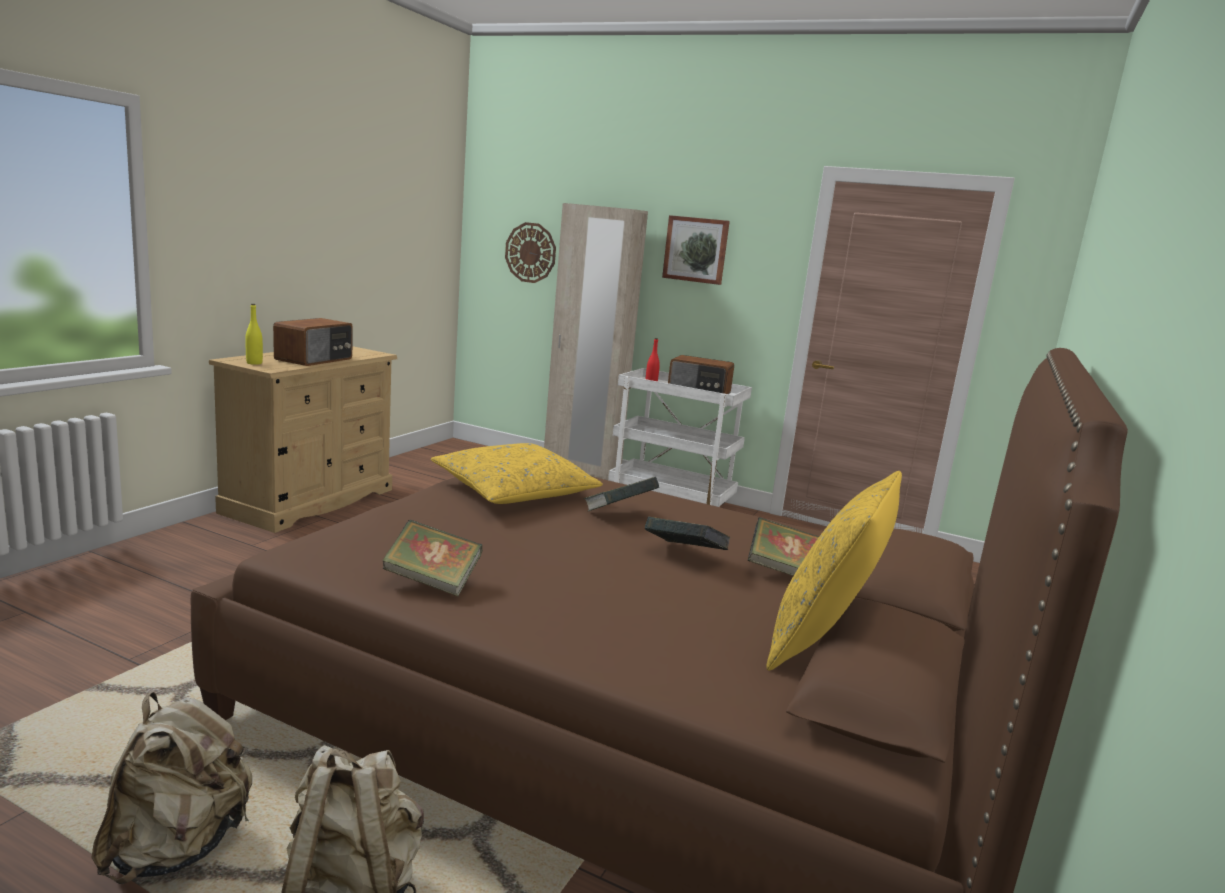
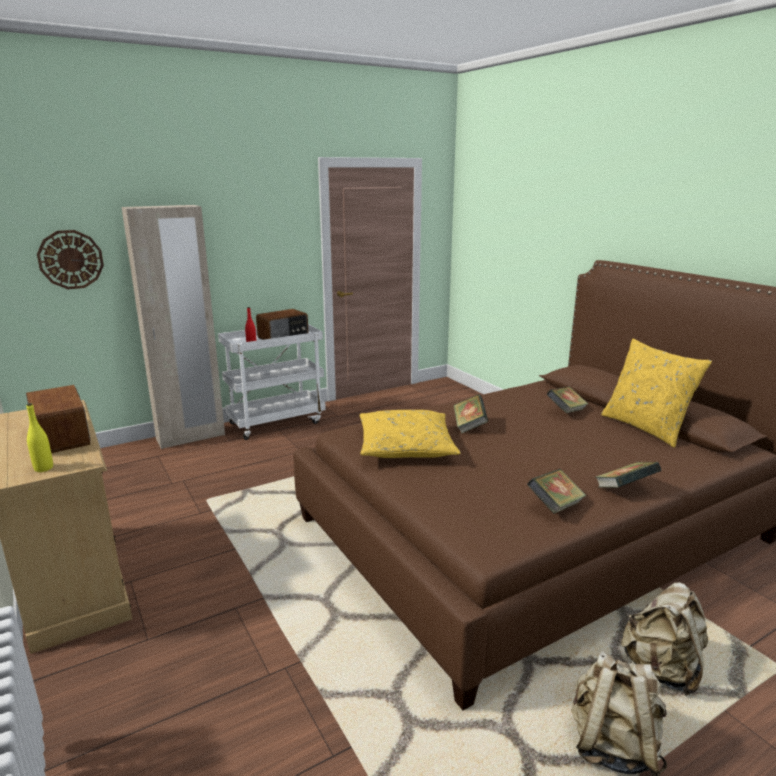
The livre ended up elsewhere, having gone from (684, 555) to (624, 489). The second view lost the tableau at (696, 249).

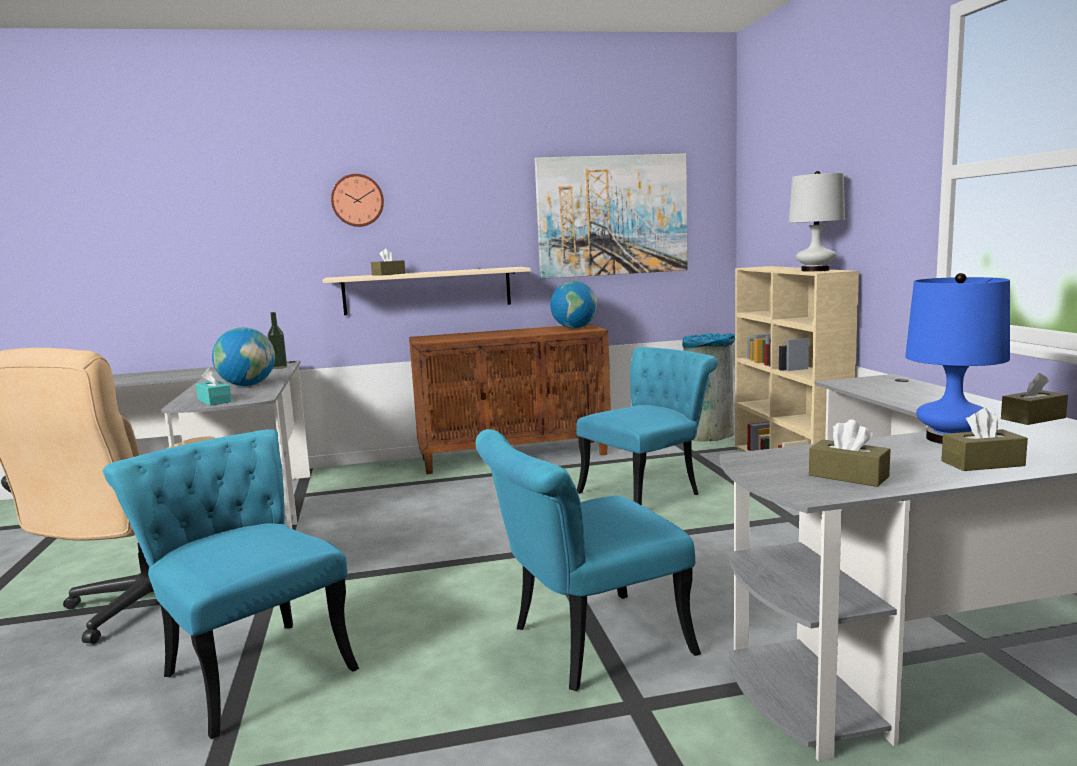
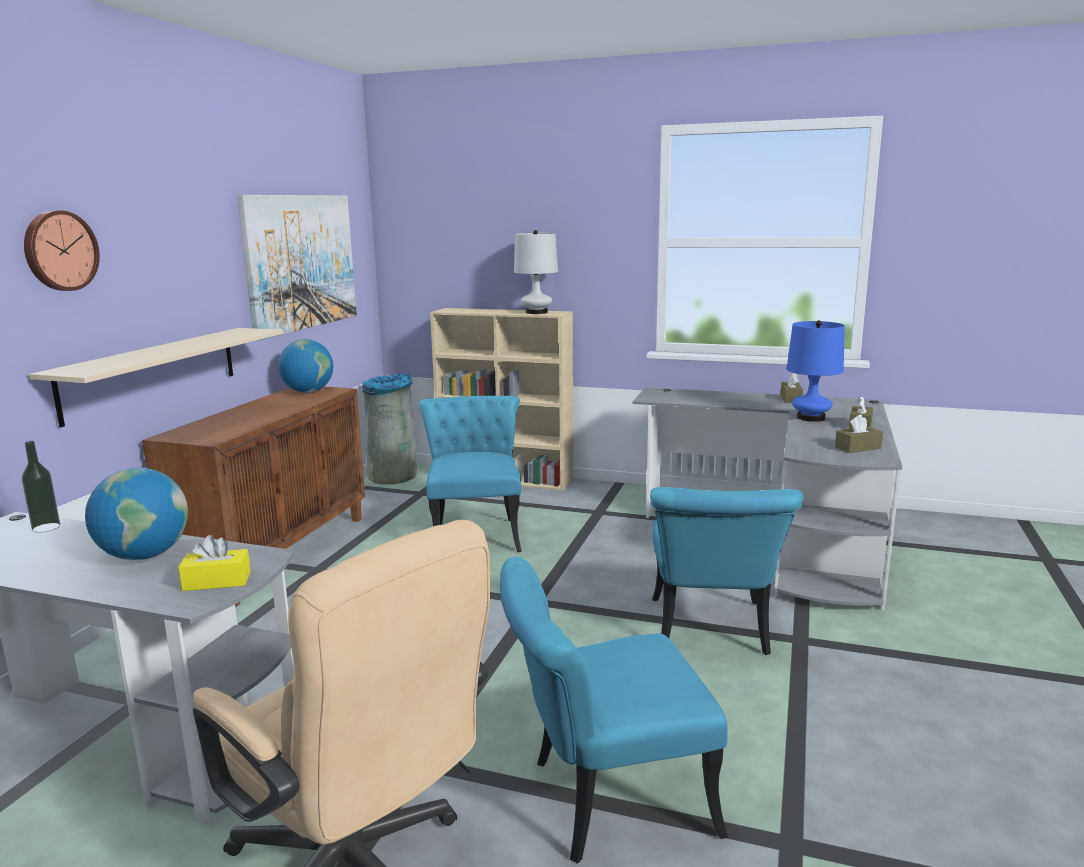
What was the boîte à mouchoirs (turquoise) at (214, 401) turned into the boîte à mouchoirs (jaune) at (217, 581). The second view lost the boîte à mouchoirs (marron) at (388, 274).

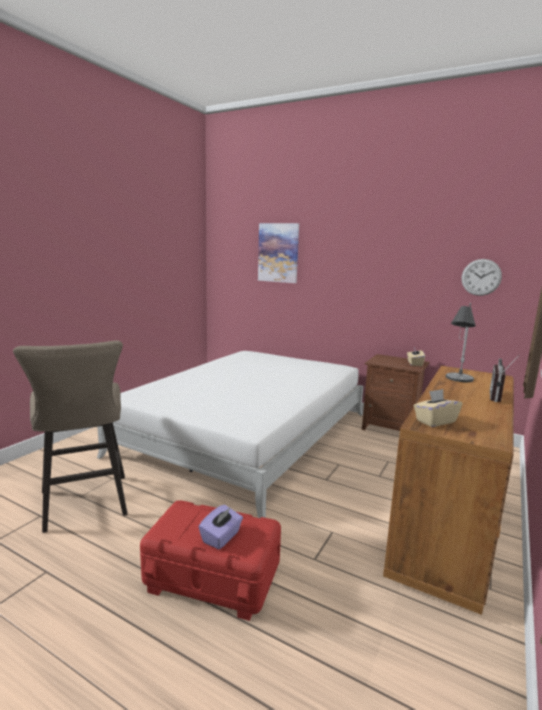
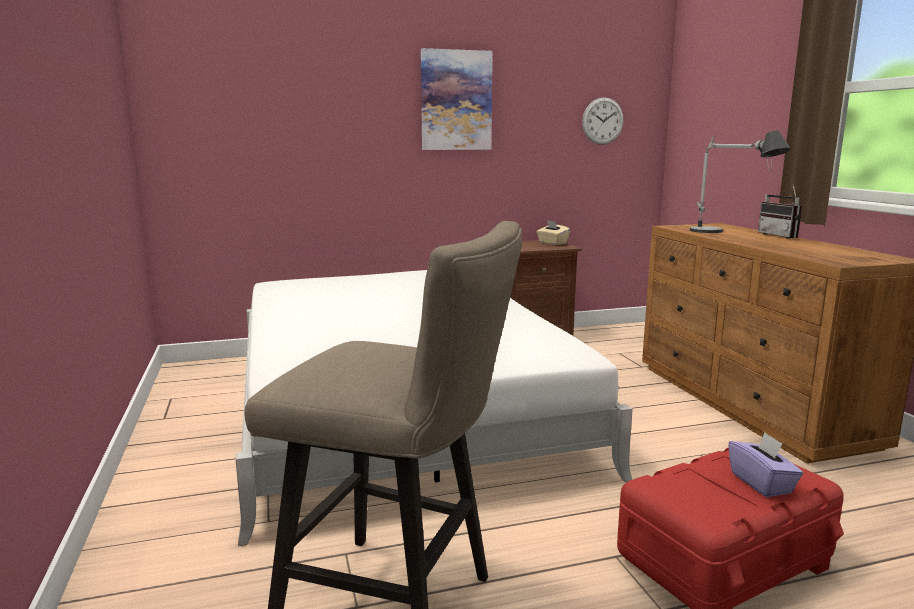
The tableau ended up elsewhere, having gone from (278, 253) to (456, 100). The second view lost the boîte à mouchoirs (beige) at (435, 421).

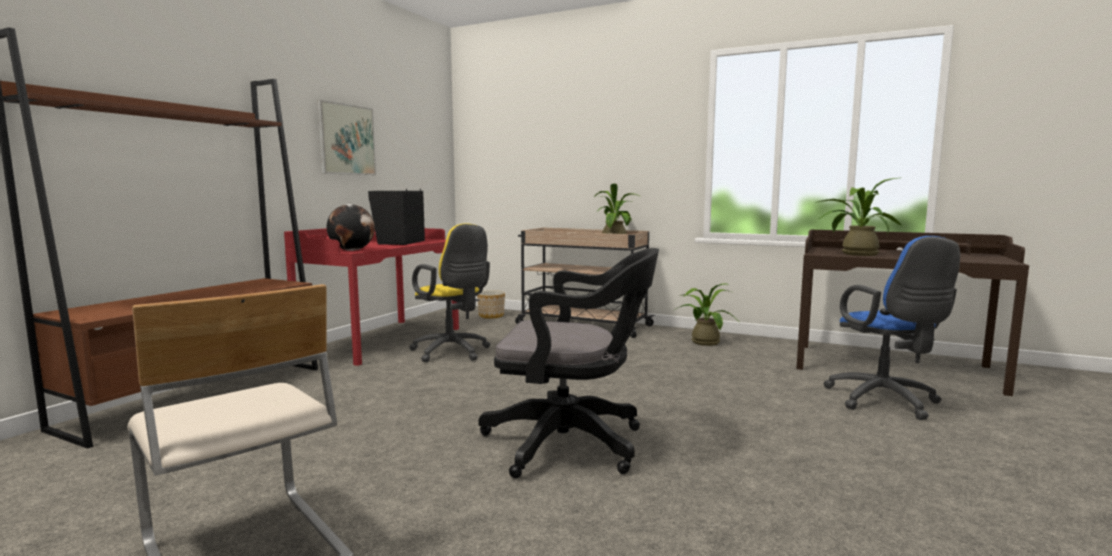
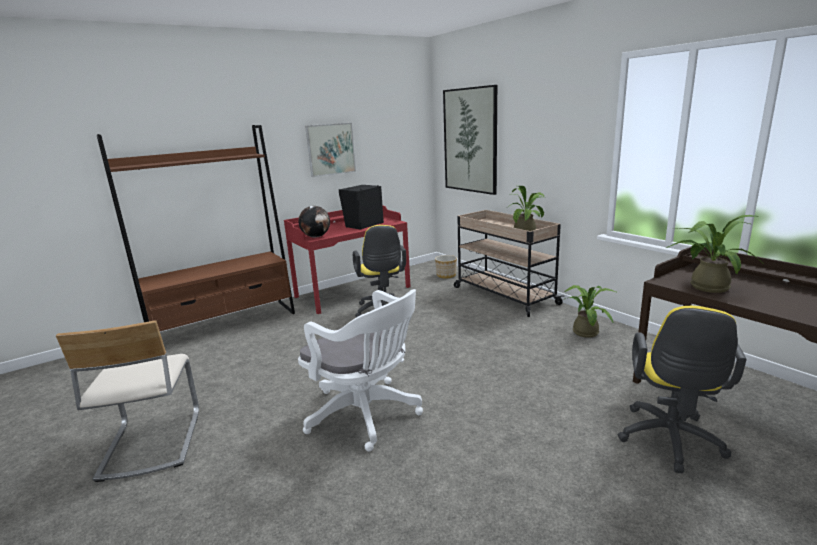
What was the chaise de bureau (noir) at (572, 444) turned into the chaise de bureau (blanc) at (367, 415). What was the chaise de bureau (bleu) at (886, 402) turned into the chaise de bureau (jaune) at (670, 442). The second view gained the tableau at (470, 140).

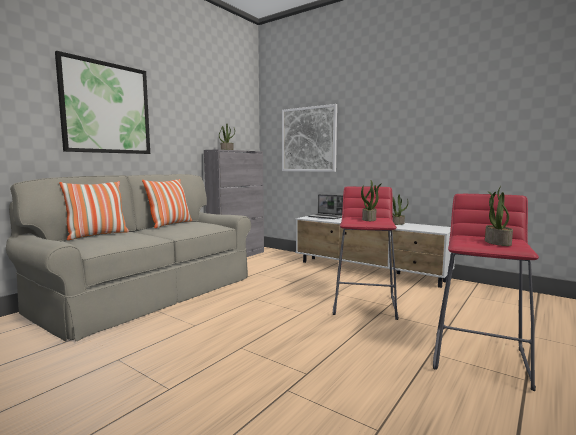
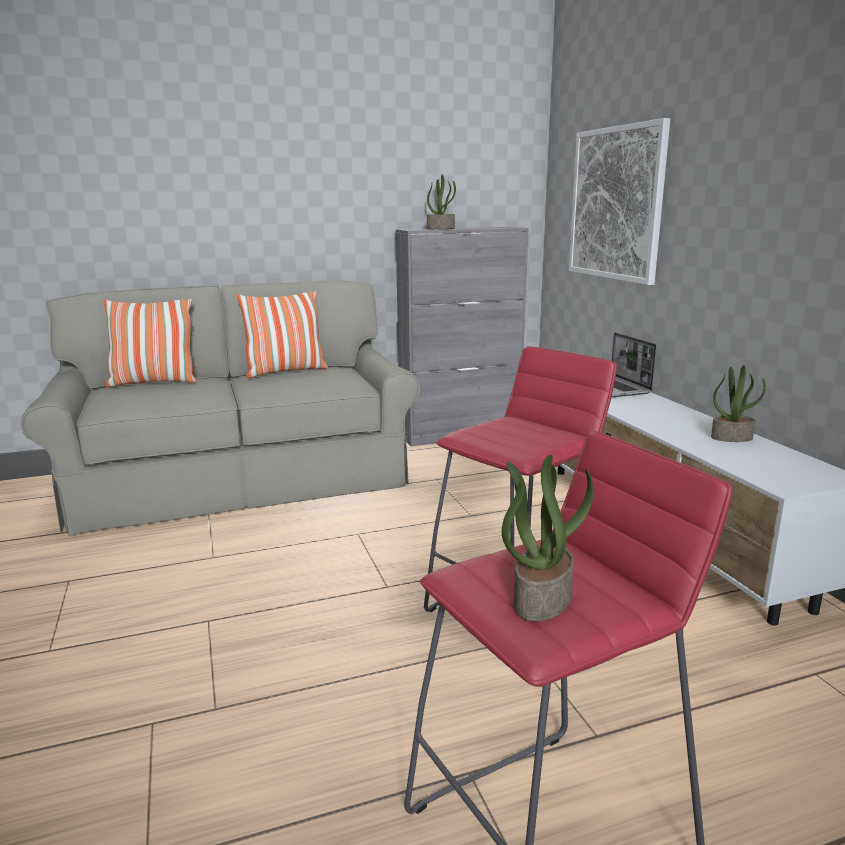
The second view lost the tableau at (106, 108). The second view lost the plante en pot at (369, 219).

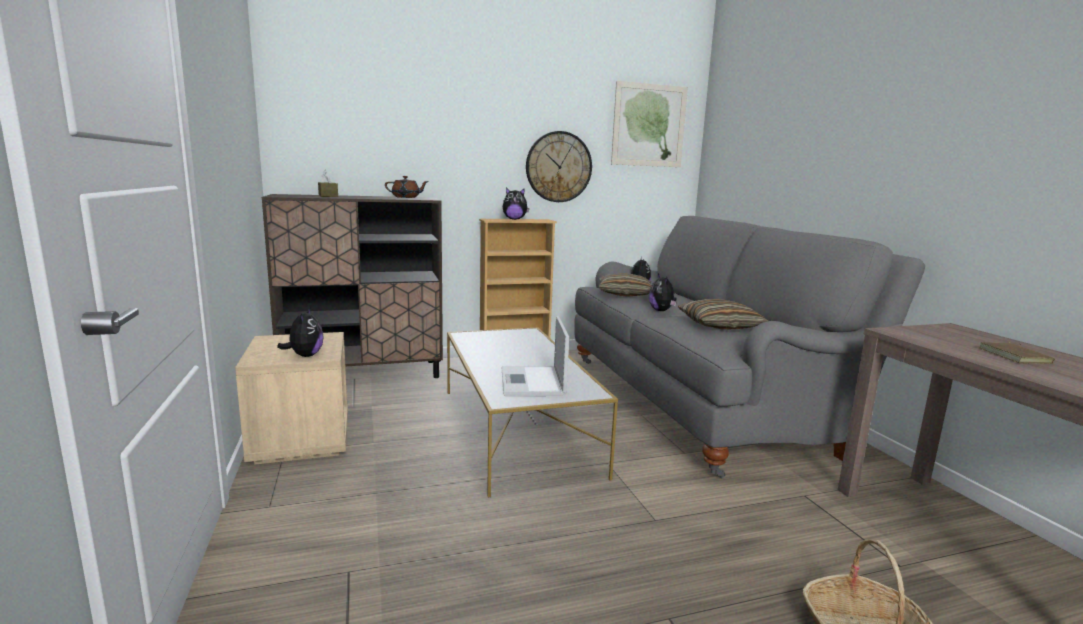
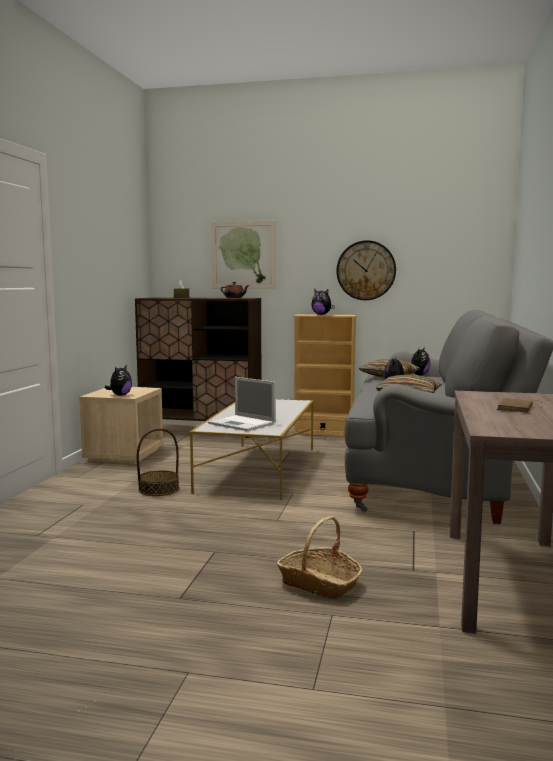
The ordinateur portable at (532, 382) ended up facing another way, 75 degrees counterclockwise from before. The tableau ended up elsewhere, having gone from (649, 125) to (243, 255). The second view gained the panier at (158, 489).

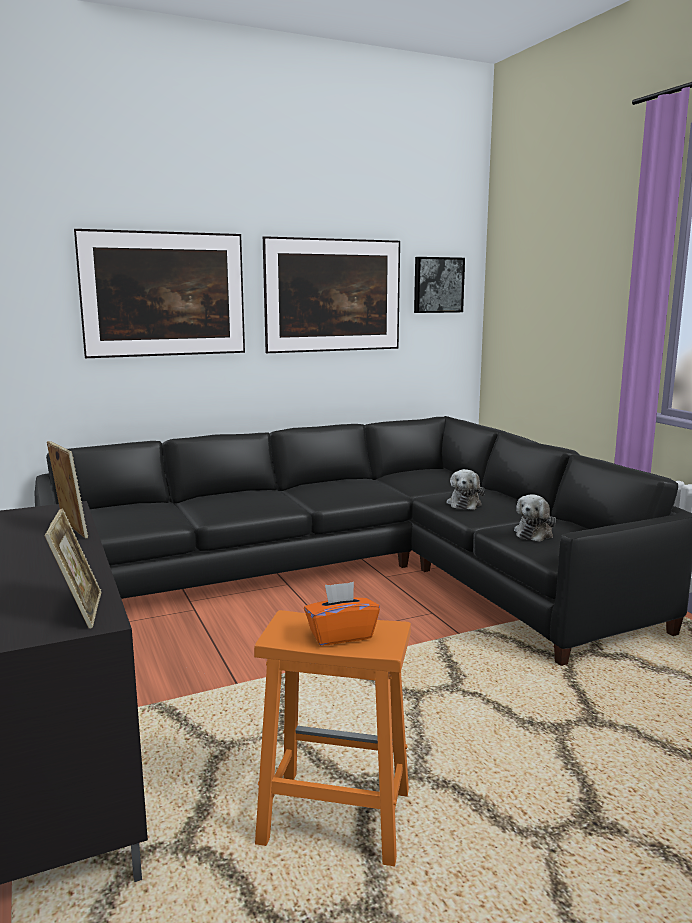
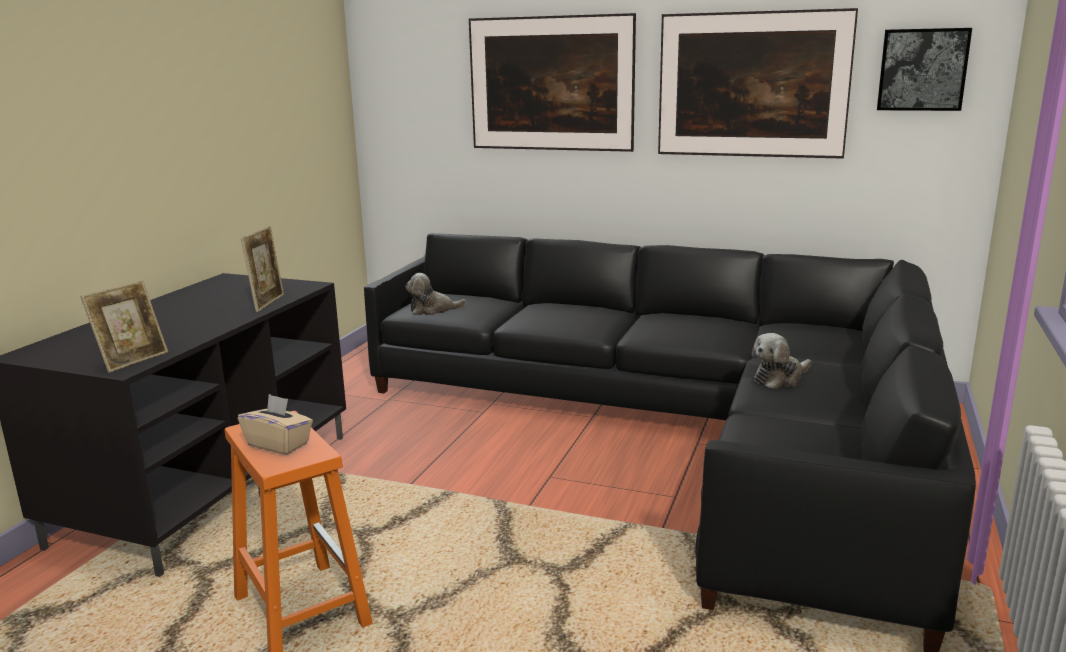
What was the boîte à mouchoirs (orange) at (341, 635) turned into the boîte à mouchoirs (beige) at (279, 444). The peluche ended up elsewhere, having gone from (535, 533) to (432, 310).

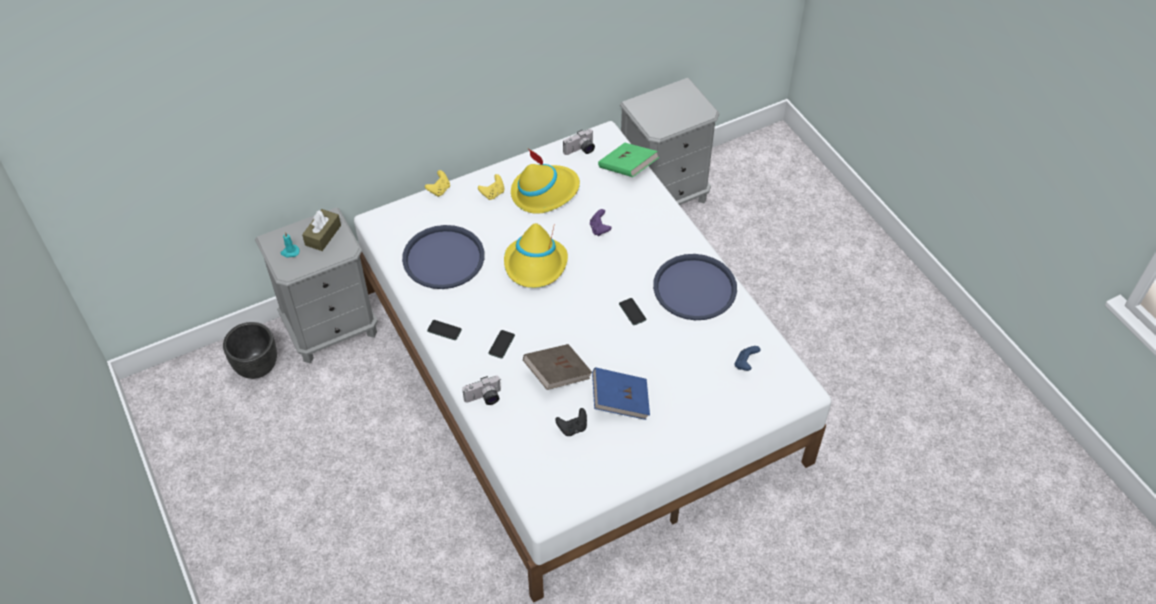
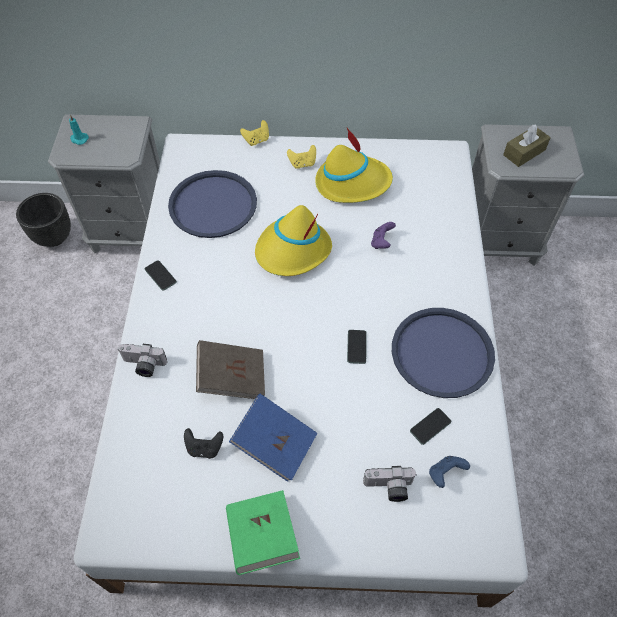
The boîte à mouchoirs (marron) ended up elsewhere, having gone from (323, 235) to (524, 152). The téléphone ended up elsewhere, having gone from (501, 344) to (430, 426). The appareil photo ended up elsewhere, having gone from (580, 150) to (388, 488). The livre (vert) ended up elsewhere, having gone from (627, 169) to (262, 536).

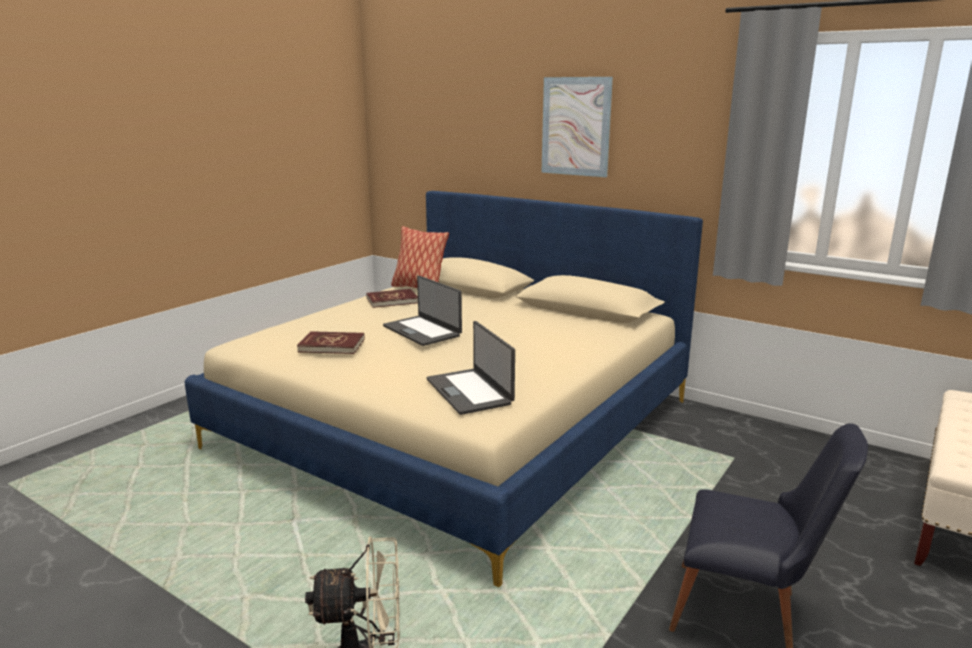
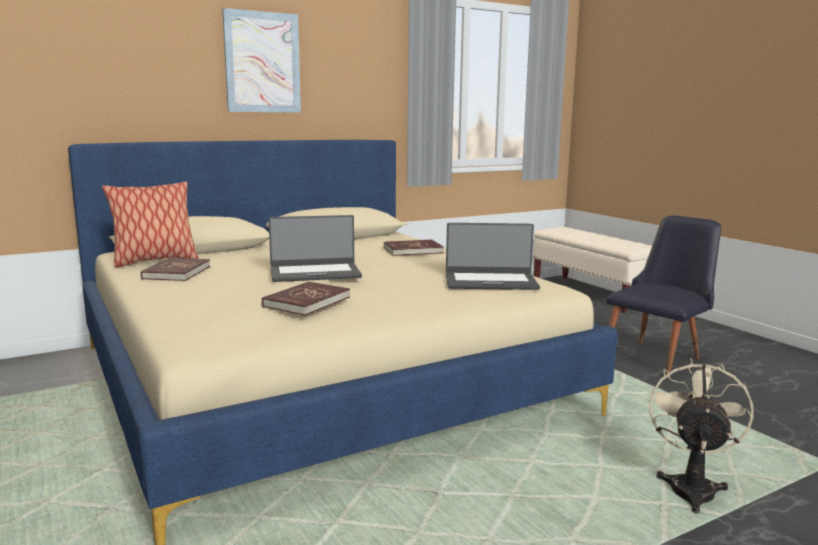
The second view gained the livre (rouge) at (413, 250).

